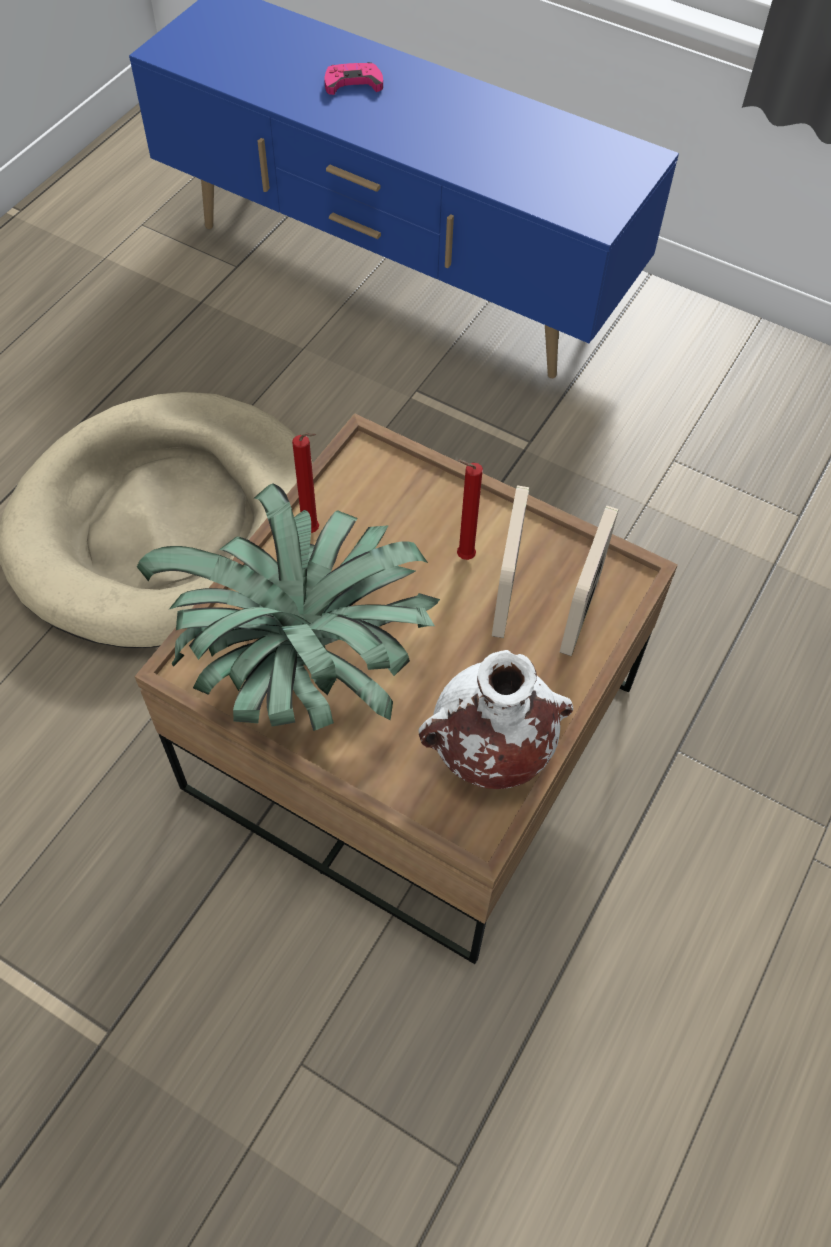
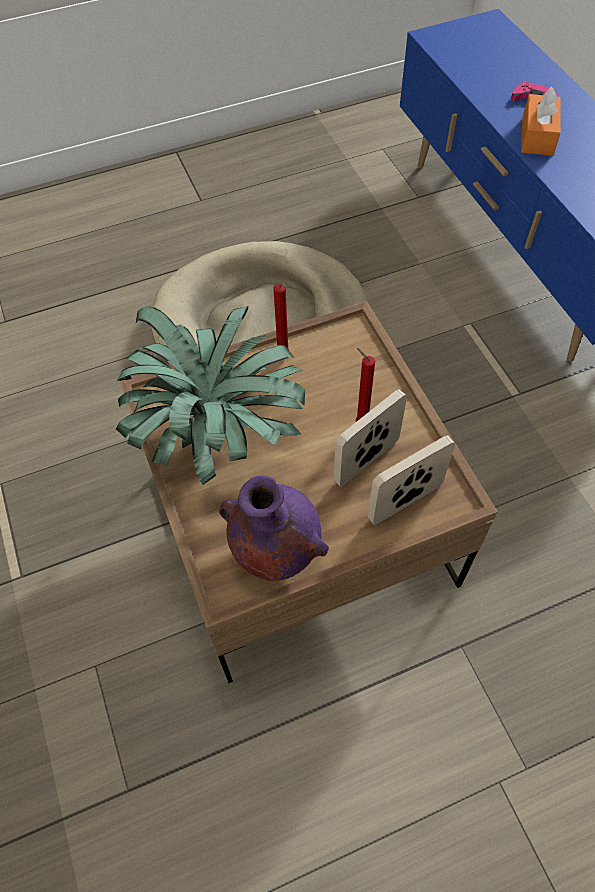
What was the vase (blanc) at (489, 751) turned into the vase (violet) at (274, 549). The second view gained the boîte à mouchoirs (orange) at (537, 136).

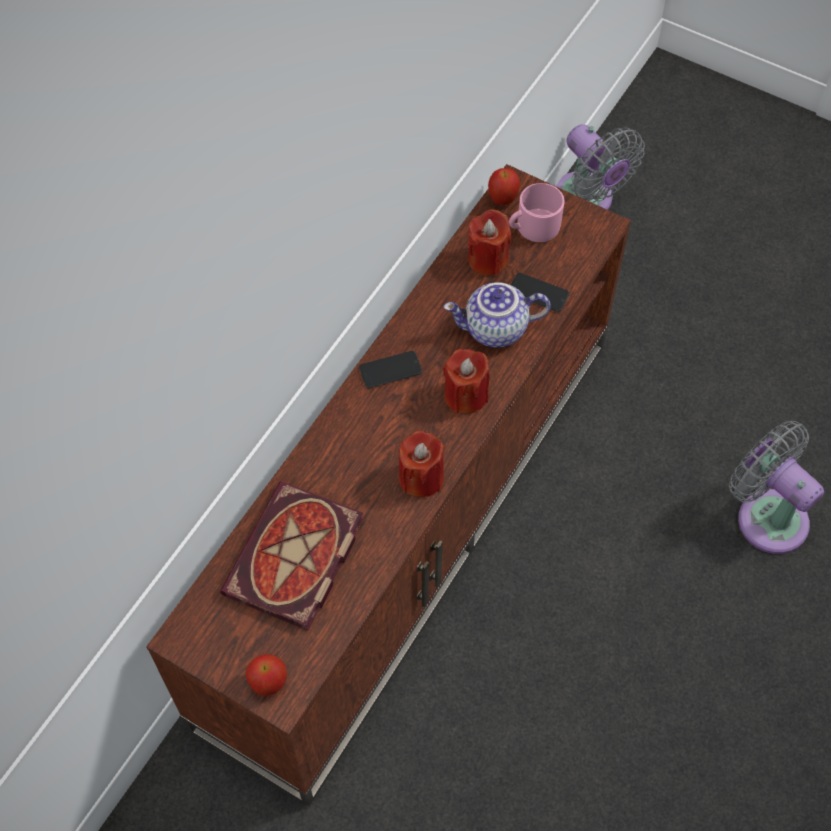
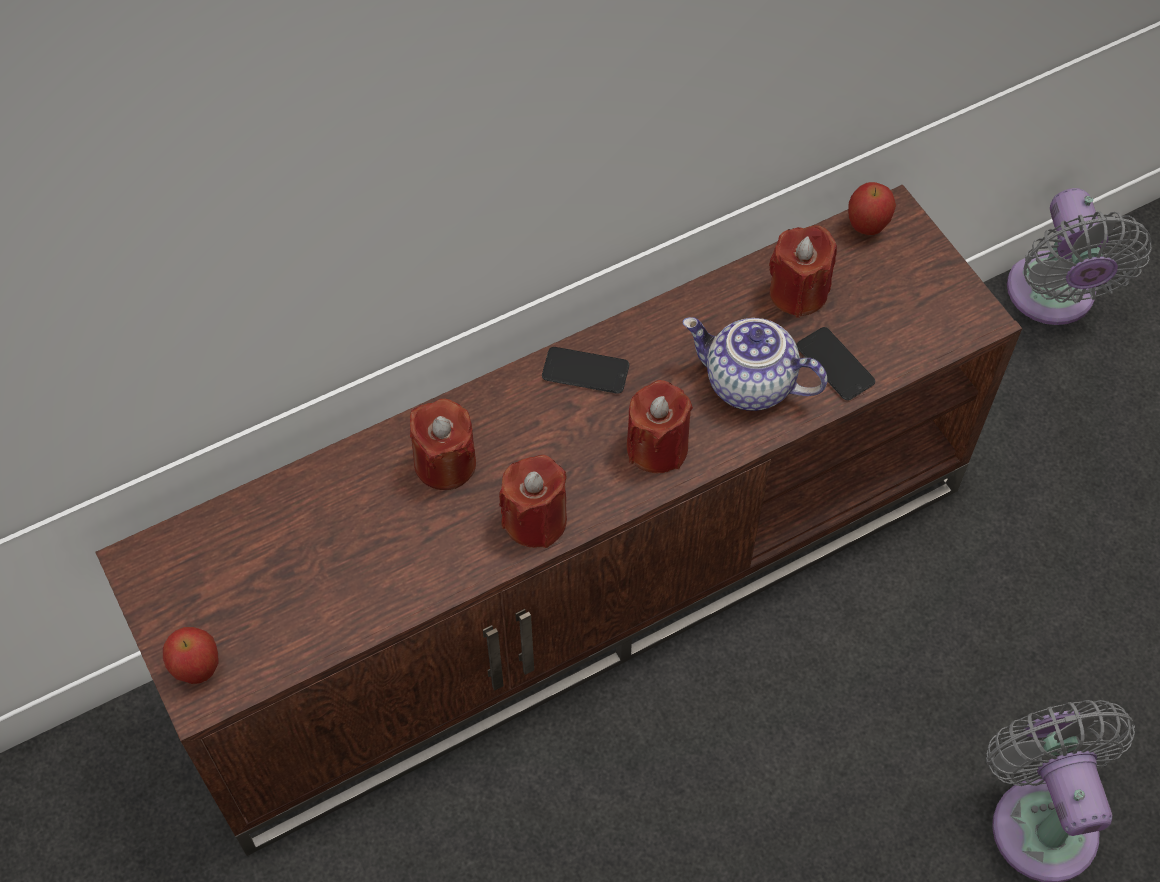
The second view lost the livre at (295, 561). The second view lost the mug (rose) at (533, 227). The second view gained the bougie (rouge) at (445, 463).

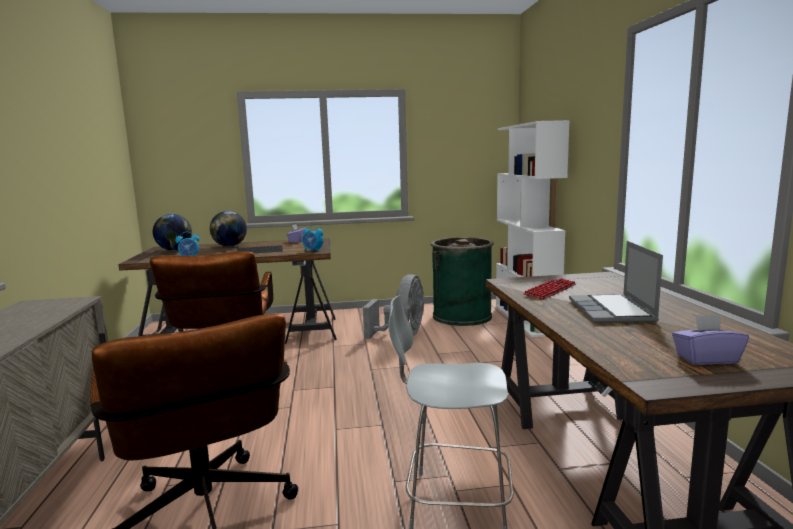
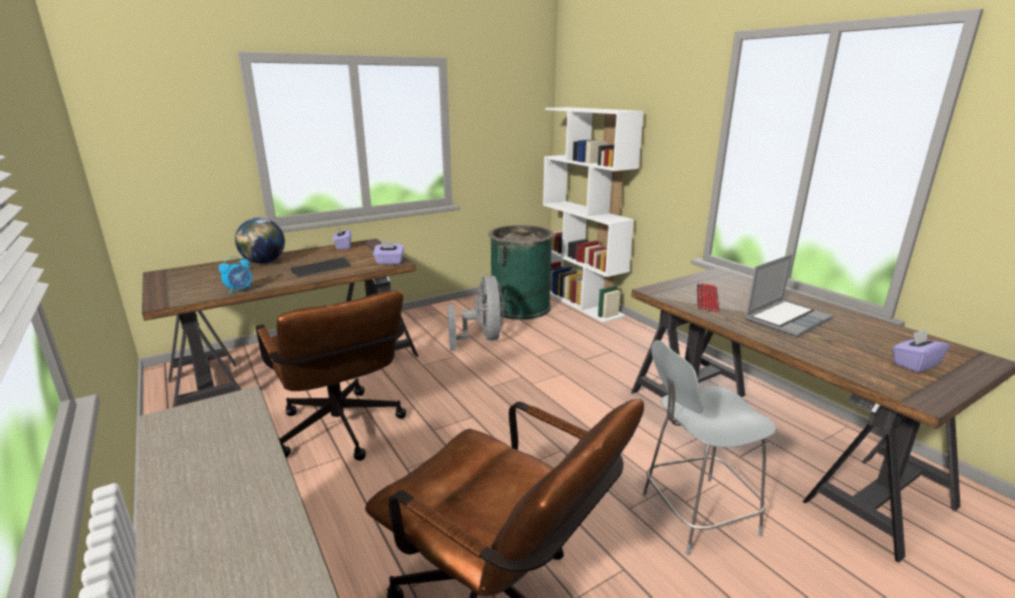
The second view lost the globe at (174, 250). Where the réveil stood at (313, 251), the boîte à mouchoirs (violet) came to stand at (389, 262). The ordinateur portable at (612, 311) ended up facing another way, 105 degrees counterclockwise from before.

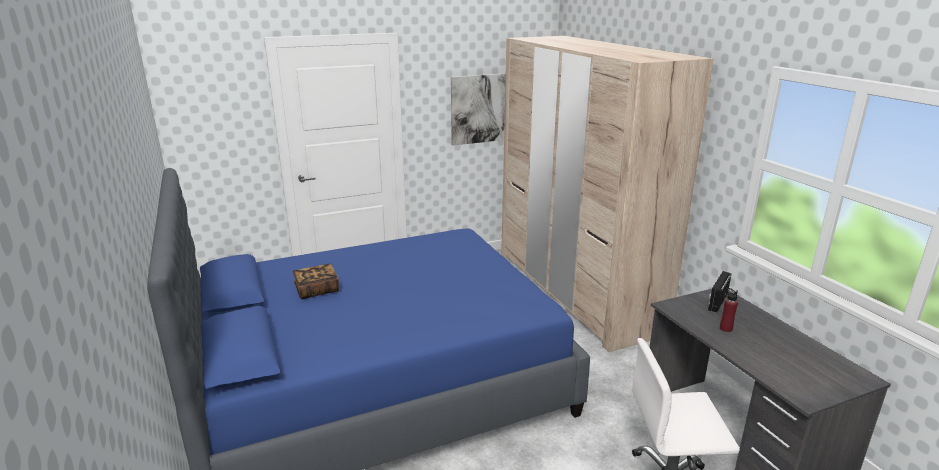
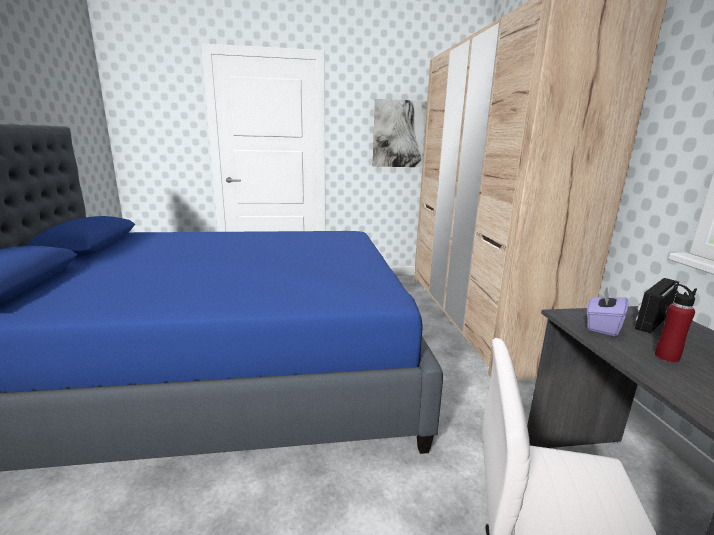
The second view lost the livre at (317, 290). The second view gained the boîte à mouchoirs (violet) at (602, 326).

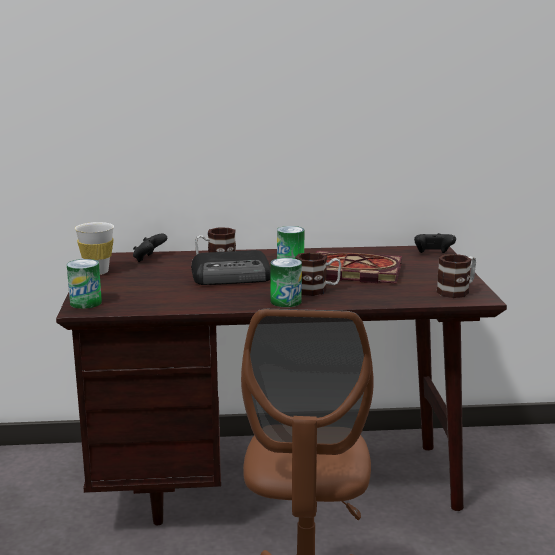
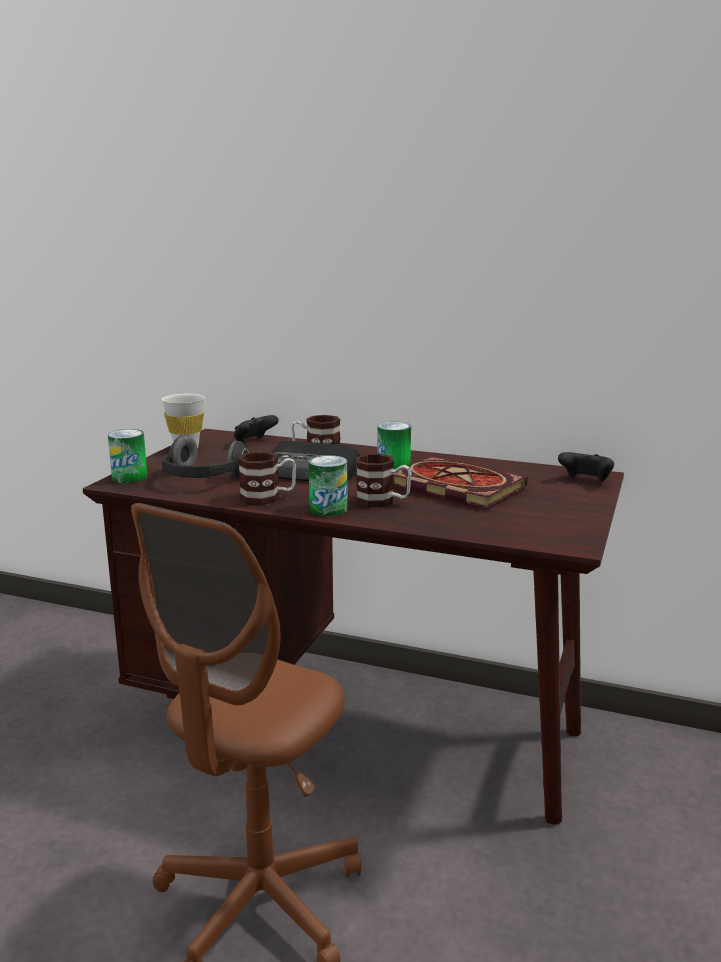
The mug ended up elsewhere, having gone from (457, 291) to (268, 498). The second view gained the casque audio at (201, 480).

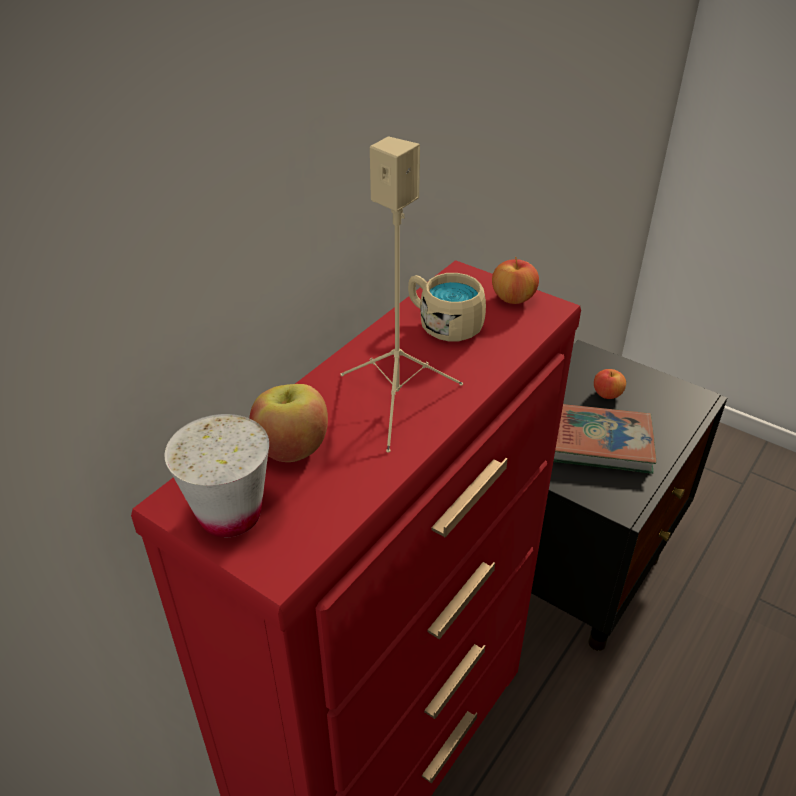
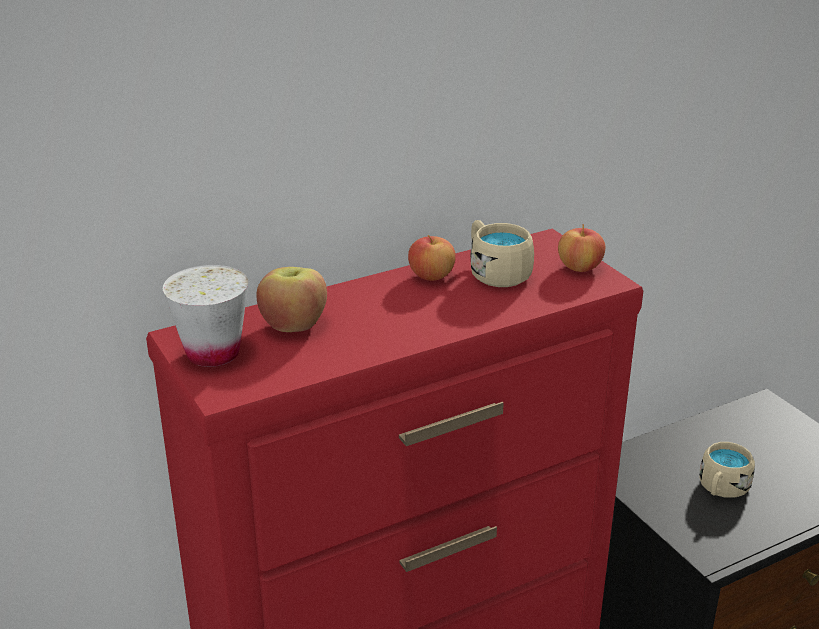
The second view lost the enceinte (beige) at (398, 401). Where the livre stood at (597, 443), the mug (beige) came to stand at (721, 489). The pomme ended up elsewhere, having gone from (607, 394) to (431, 276).

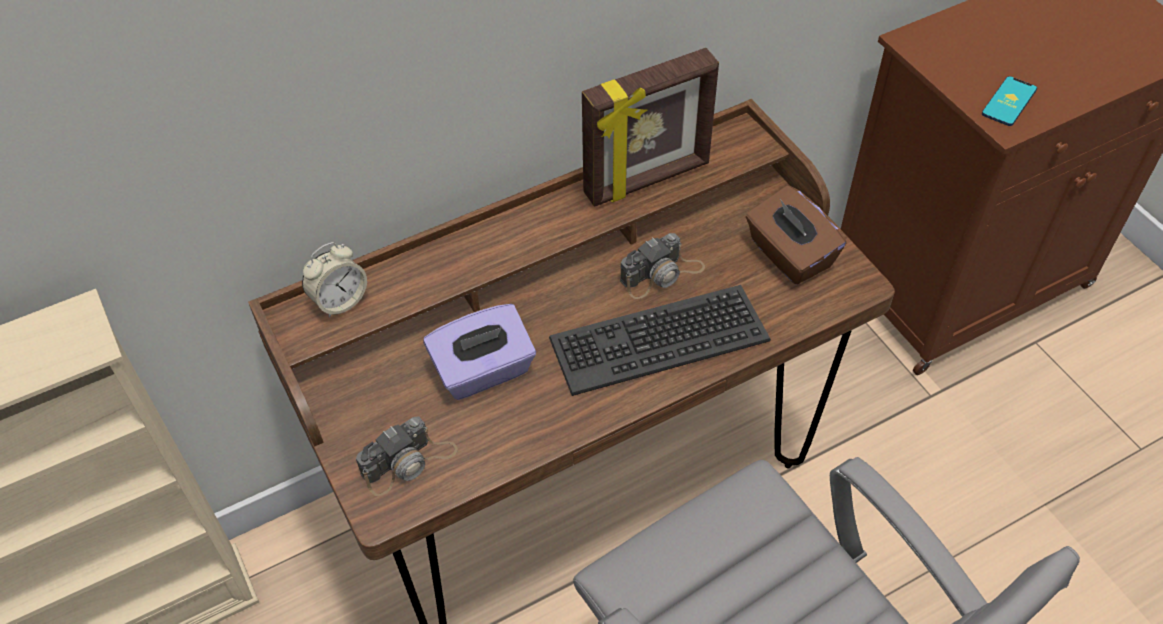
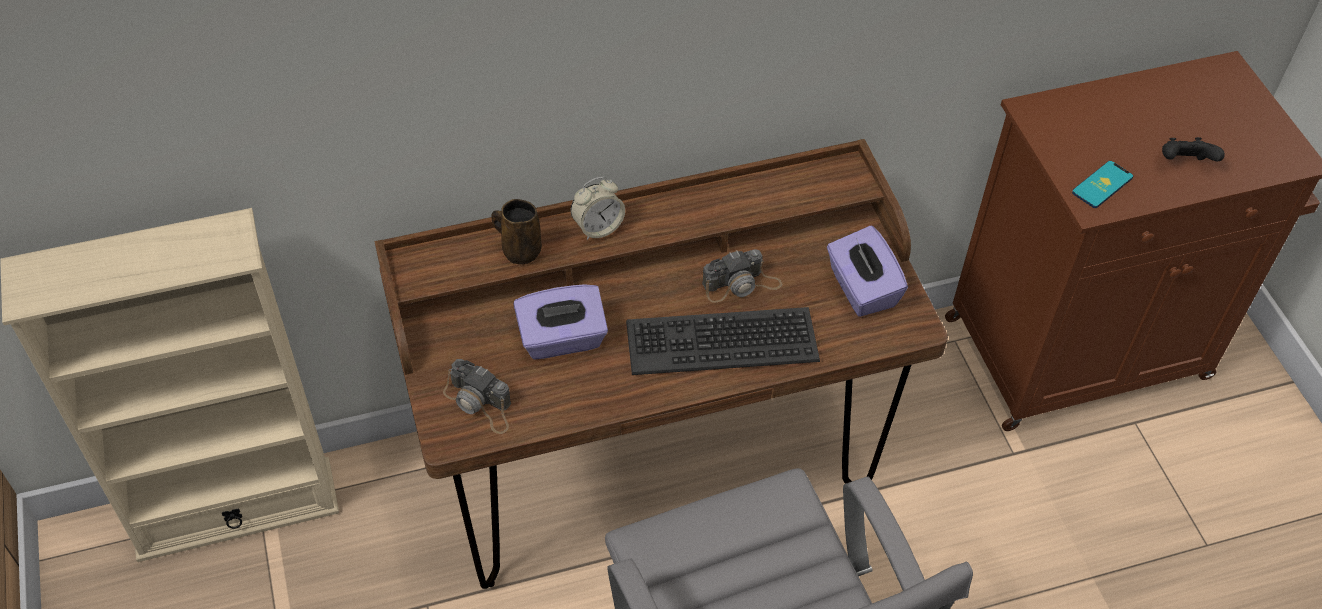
The réveil ended up elsewhere, having gone from (339, 301) to (598, 227). The appareil photo at (408, 462) ended up facing another way, 60 degrees clockwise from before. The second view lost the cadre photo at (647, 180). What was the boîte à mouchoirs (marron) at (789, 255) turned into the boîte à mouchoirs (violet) at (861, 289). The second view gained the mug (marron) at (519, 250). The second view gained the manette (noir) at (1184, 164).

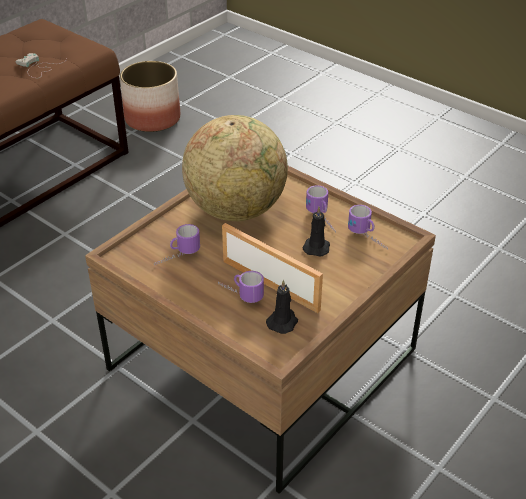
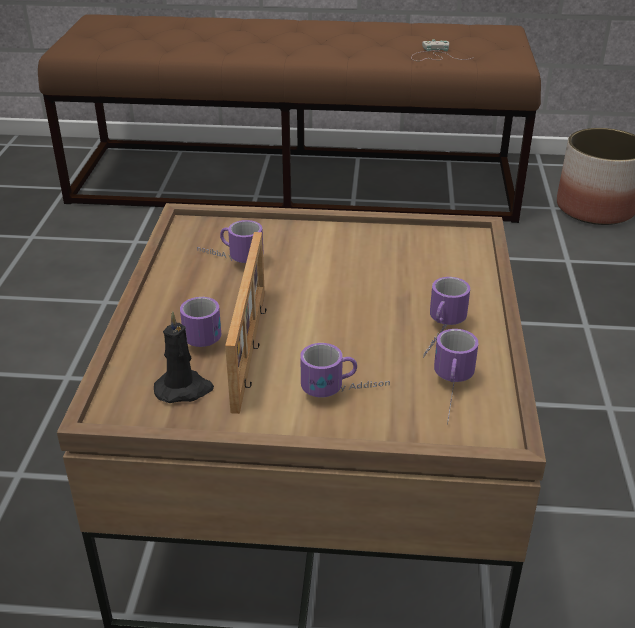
The second view lost the globe at (236, 209). The second view lost the bougie (noir) at (316, 247). The second view gained the mug at (345, 392).

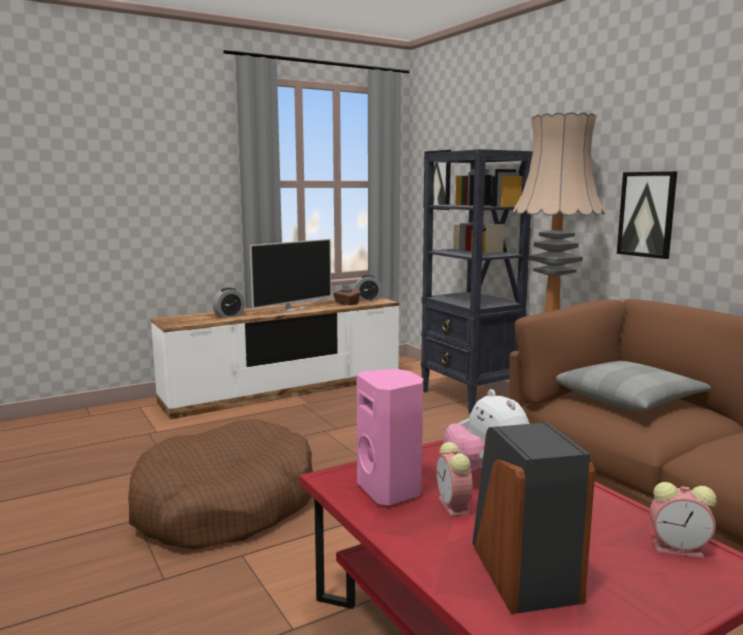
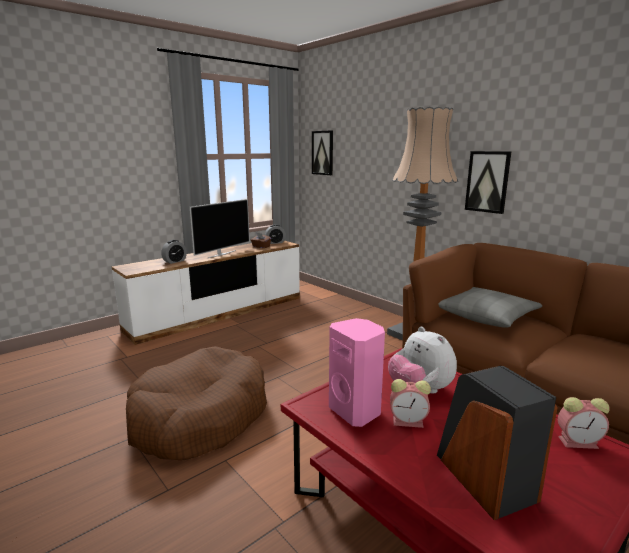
The second view lost the bibliothèque (noir) at (470, 397). The réveil at (454, 506) ended up facing another way, 60 degrees counterclockwise from before.

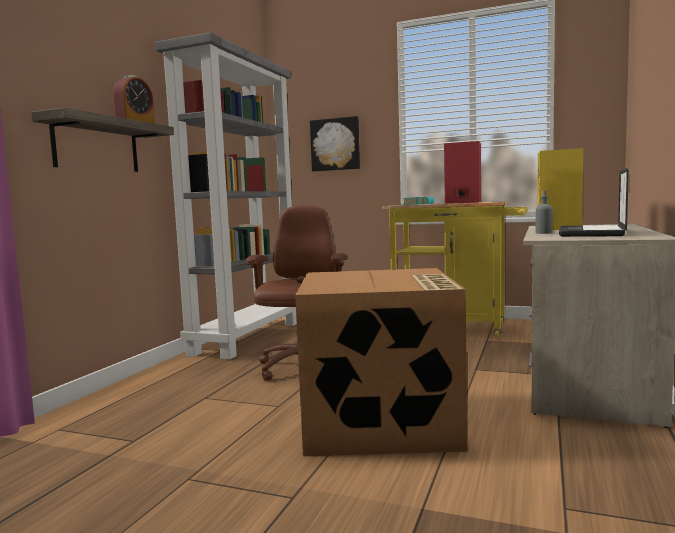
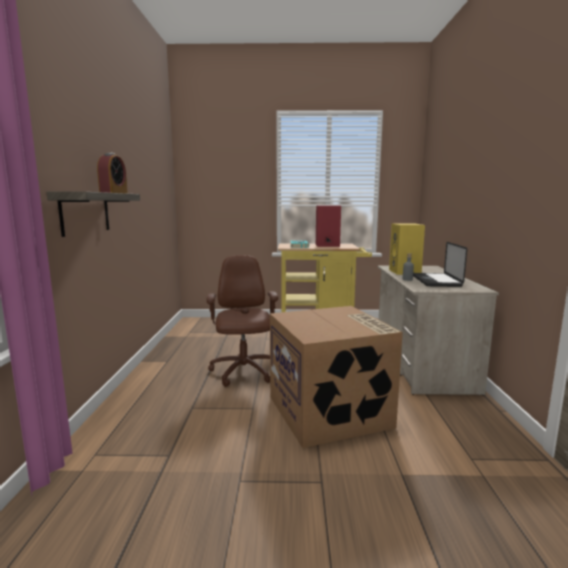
The second view lost the bibliothèque (gris) at (246, 338). The second view lost the tableau at (335, 144).

